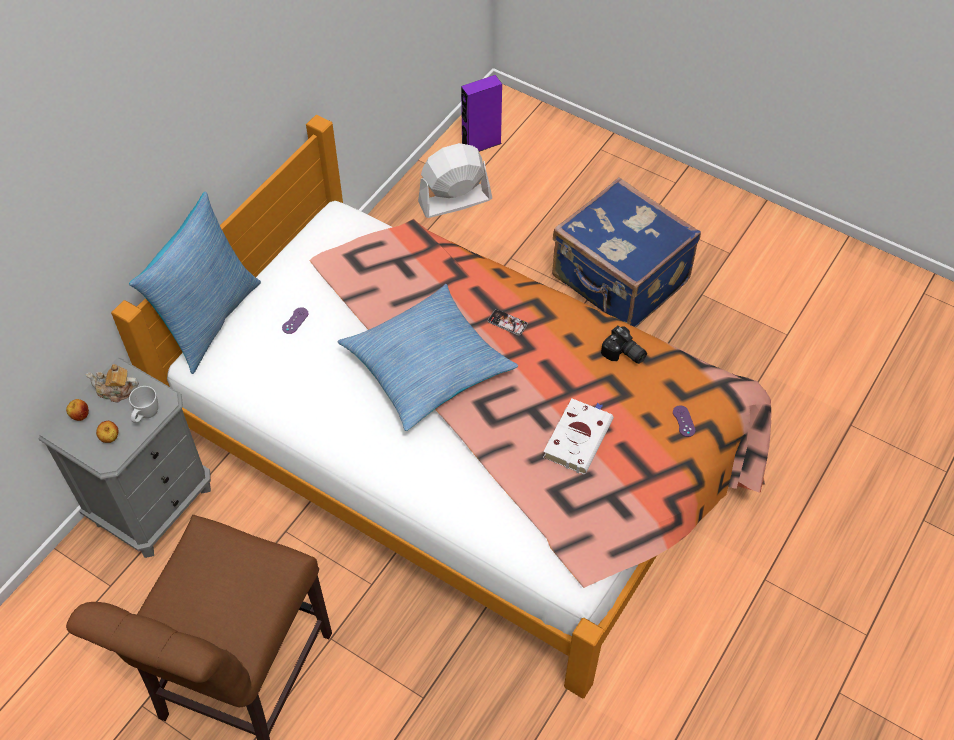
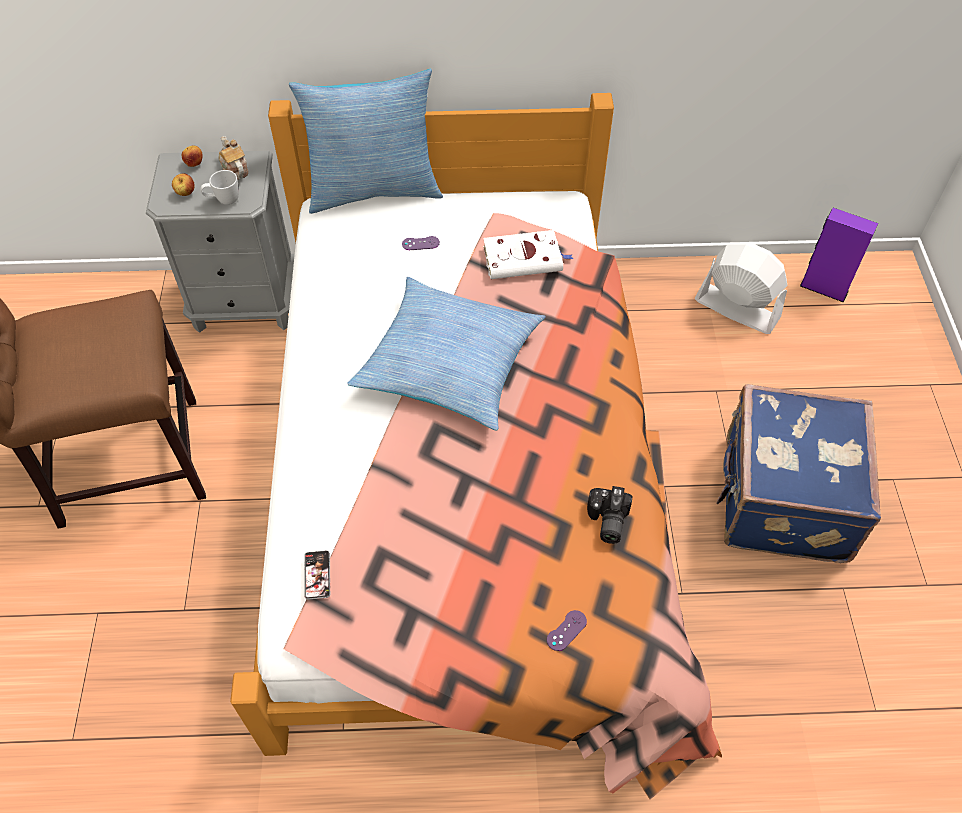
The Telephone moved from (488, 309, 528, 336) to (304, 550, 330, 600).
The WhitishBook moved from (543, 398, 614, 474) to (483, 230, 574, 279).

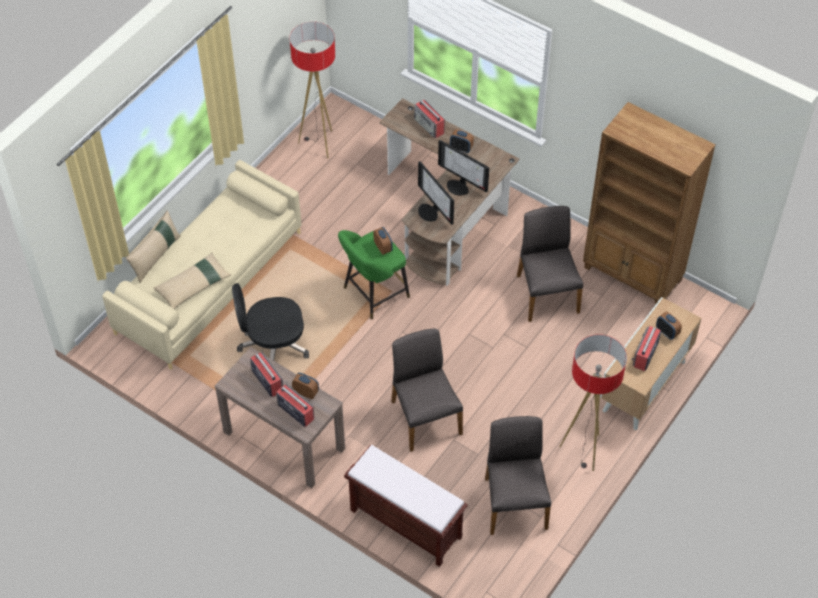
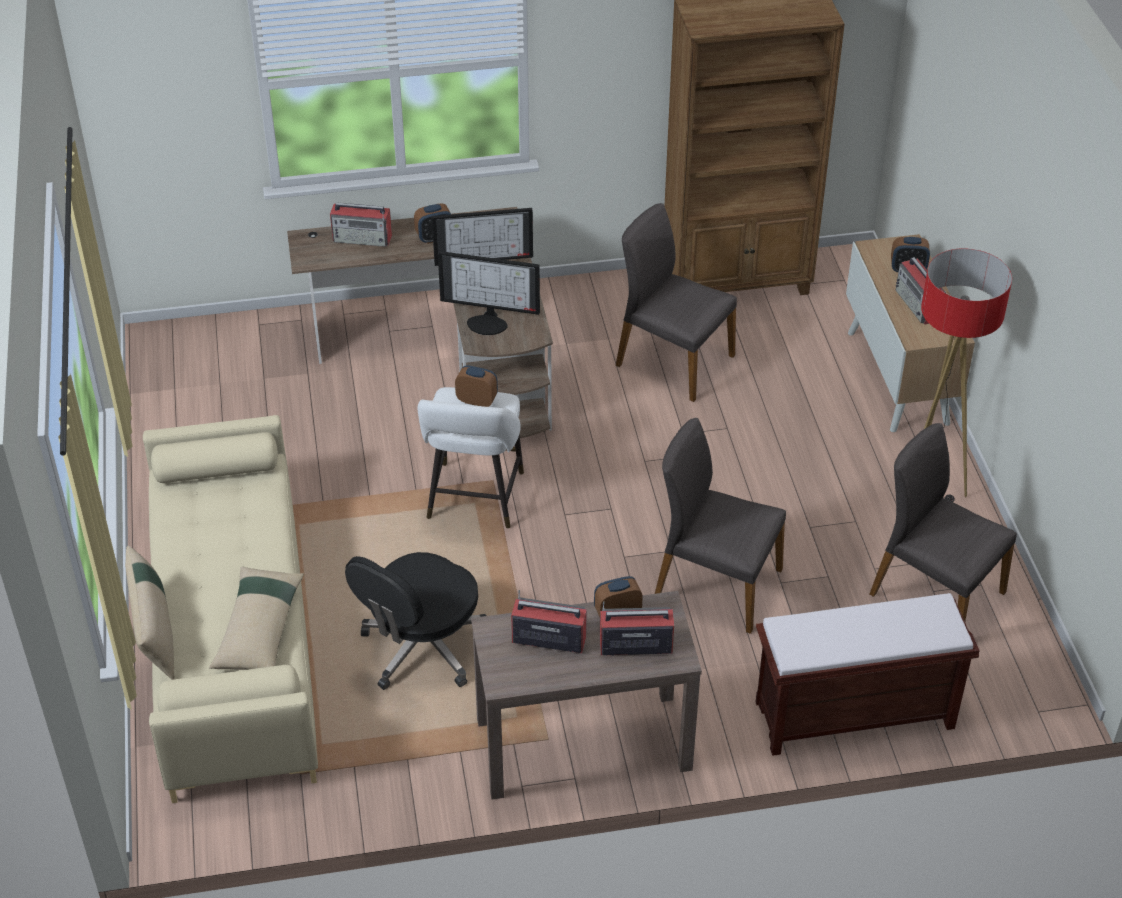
The GreenStool at (338, 230, 410, 320) became the WhitishStool at (418, 387, 524, 528).
The StandingLamp at (290, 22, 335, 159) disappeared.

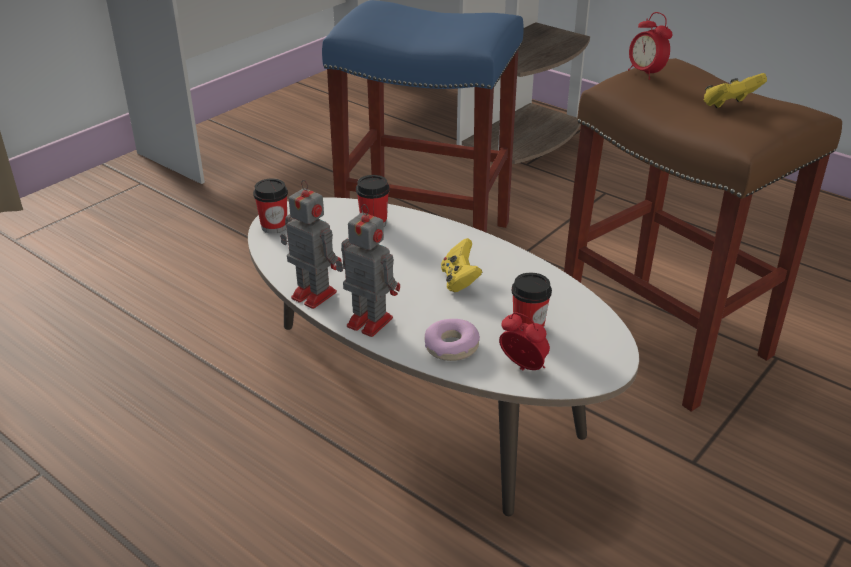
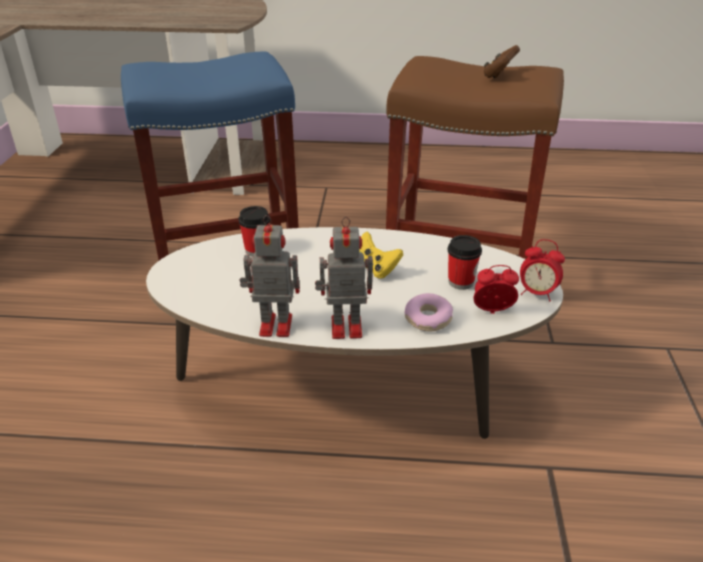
The YellowColouredJoypad at (704, 73, 767, 108) became the BrownishJoypad at (484, 45, 520, 79).
The AlarmClock moved from (628, 12, 673, 80) to (520, 239, 565, 301).
The DrinkingCup at (253, 178, 288, 234) disappeared.

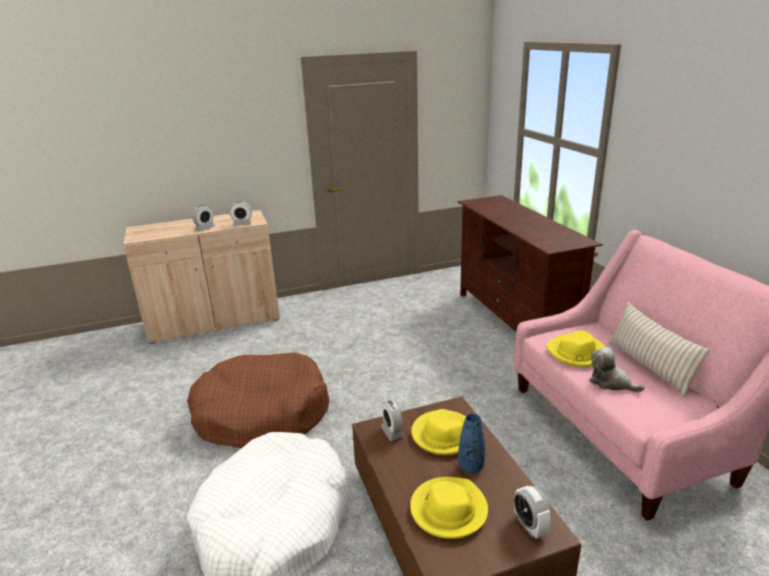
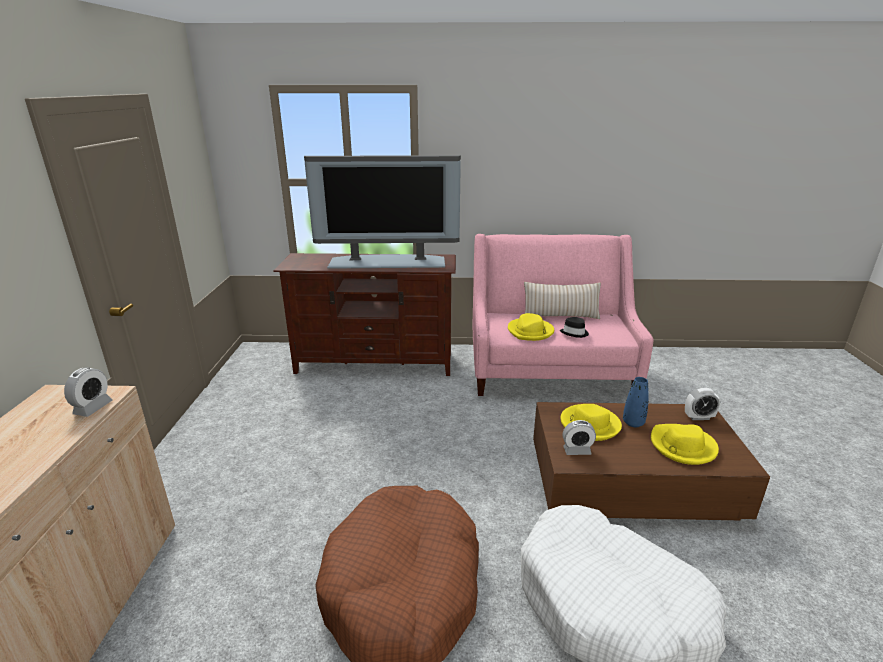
The Tv at (304, 155, 461, 269) appeared.
The PlushToy at (589, 347, 645, 392) was replaced by the BlackColouredHat at (560, 317, 589, 338).
The AlarmClock at (192, 205, 215, 231) disappeared.

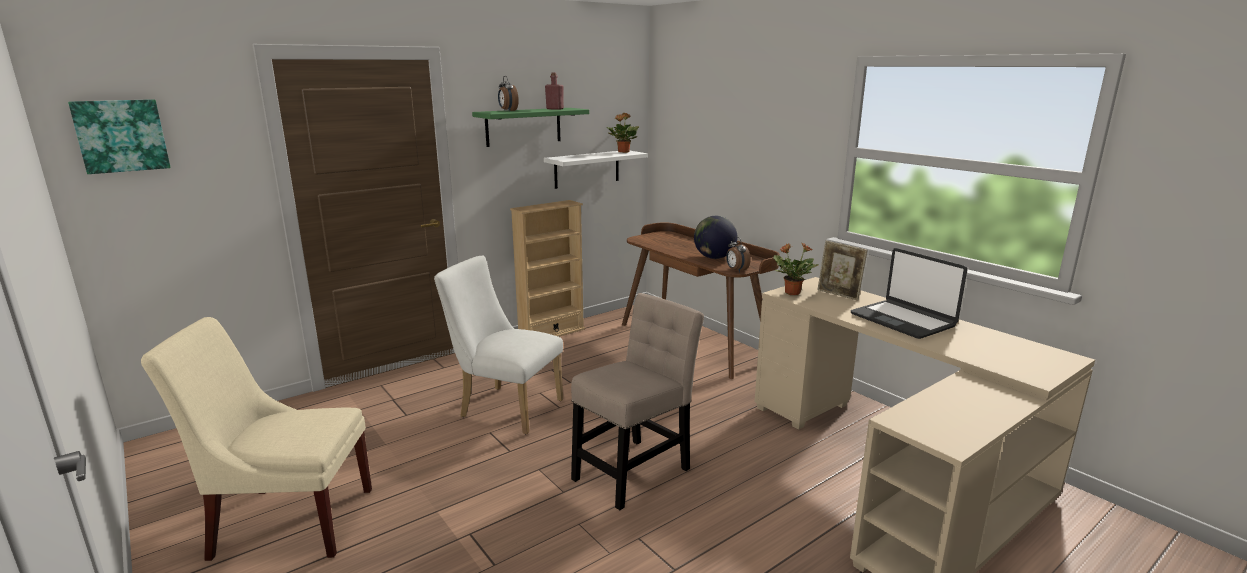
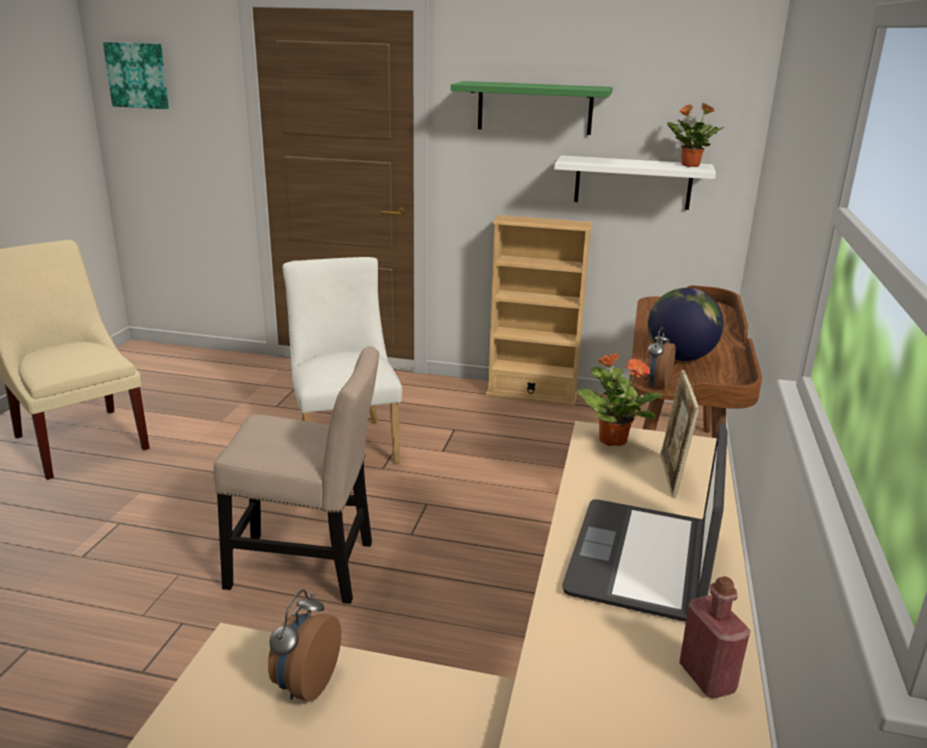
The AlarmClock moved from (498, 76, 519, 111) to (268, 589, 341, 702).
The RedBeverageBottle moved from (545, 72, 564, 110) to (679, 576, 751, 698).

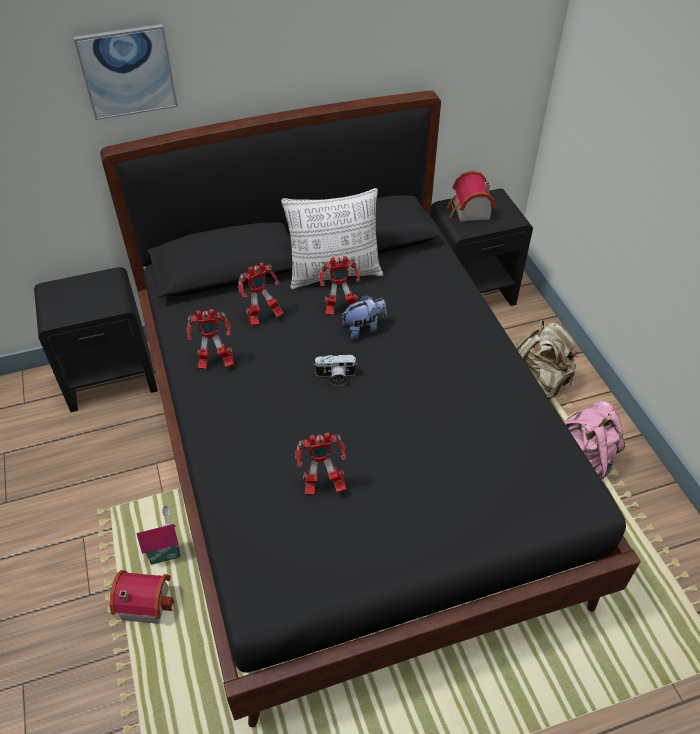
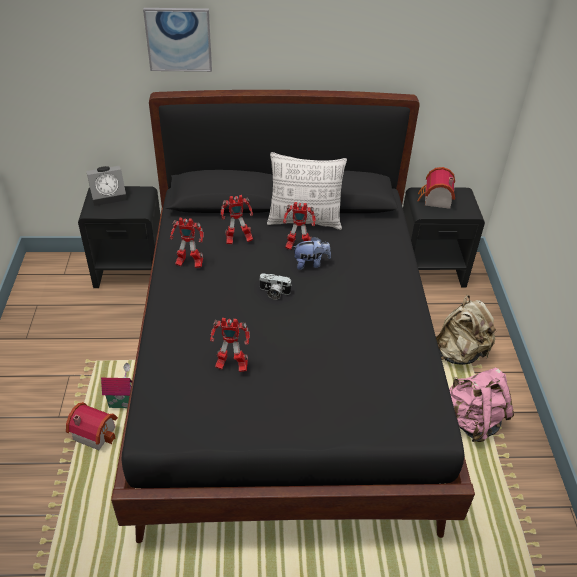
The AlarmClock at (86, 166, 127, 206) appeared.

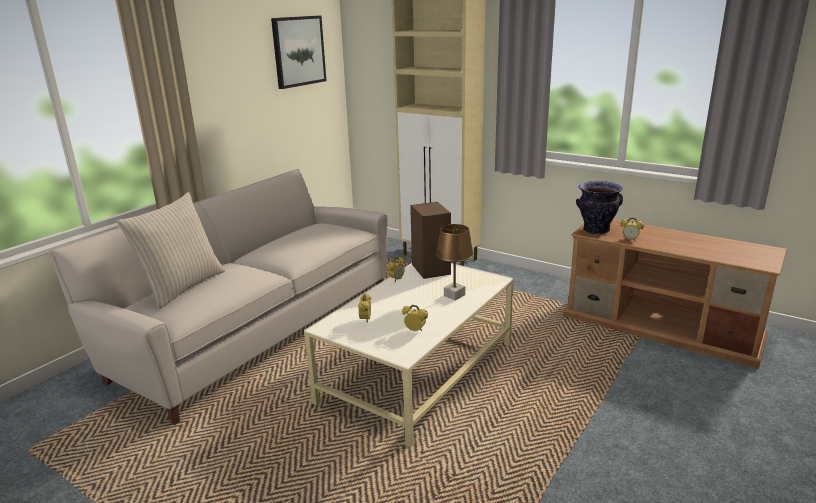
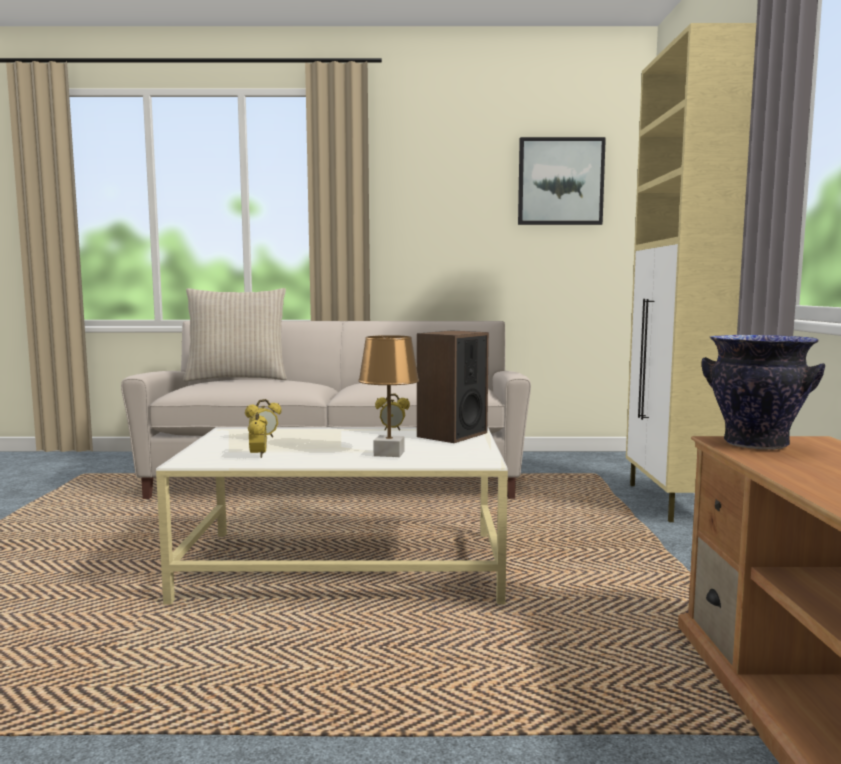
The AlarmClock at (620, 218, 644, 241) disappeared.

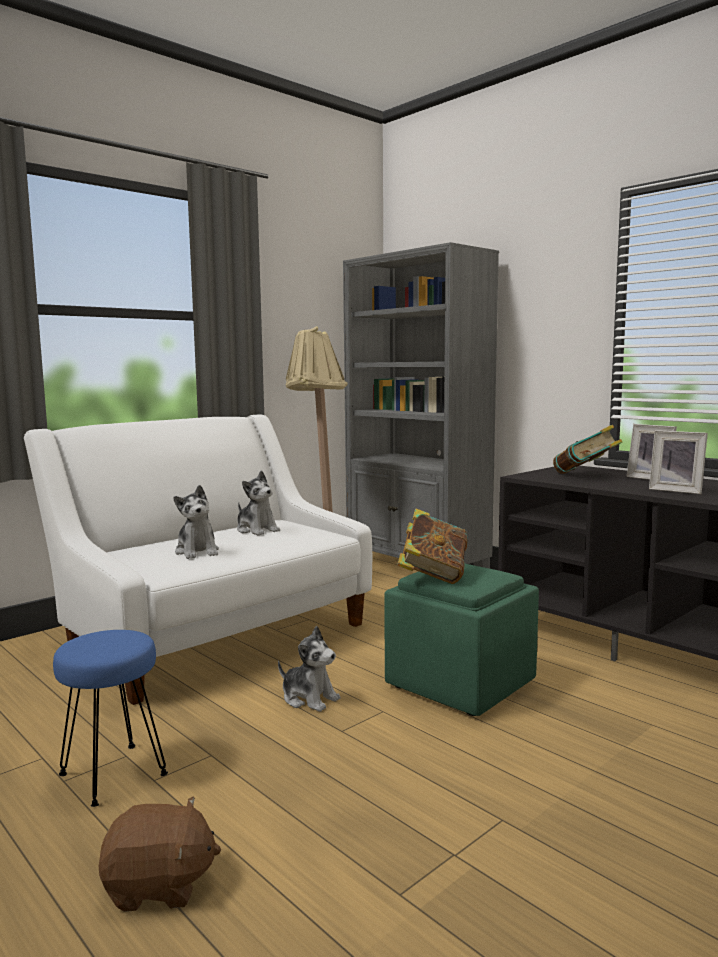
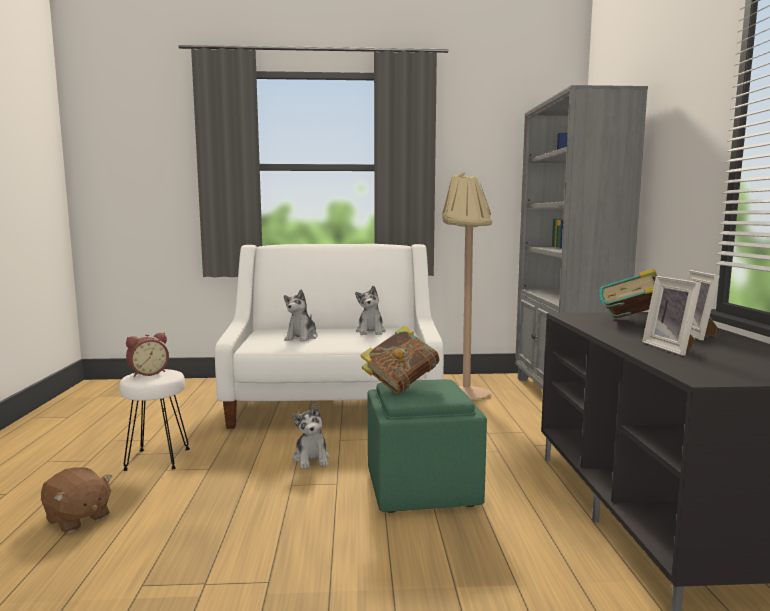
The BlueStool at (53, 630, 168, 807) became the WhitishStool at (119, 369, 190, 471).
The AlarmClock at (126, 333, 169, 377) appeared.

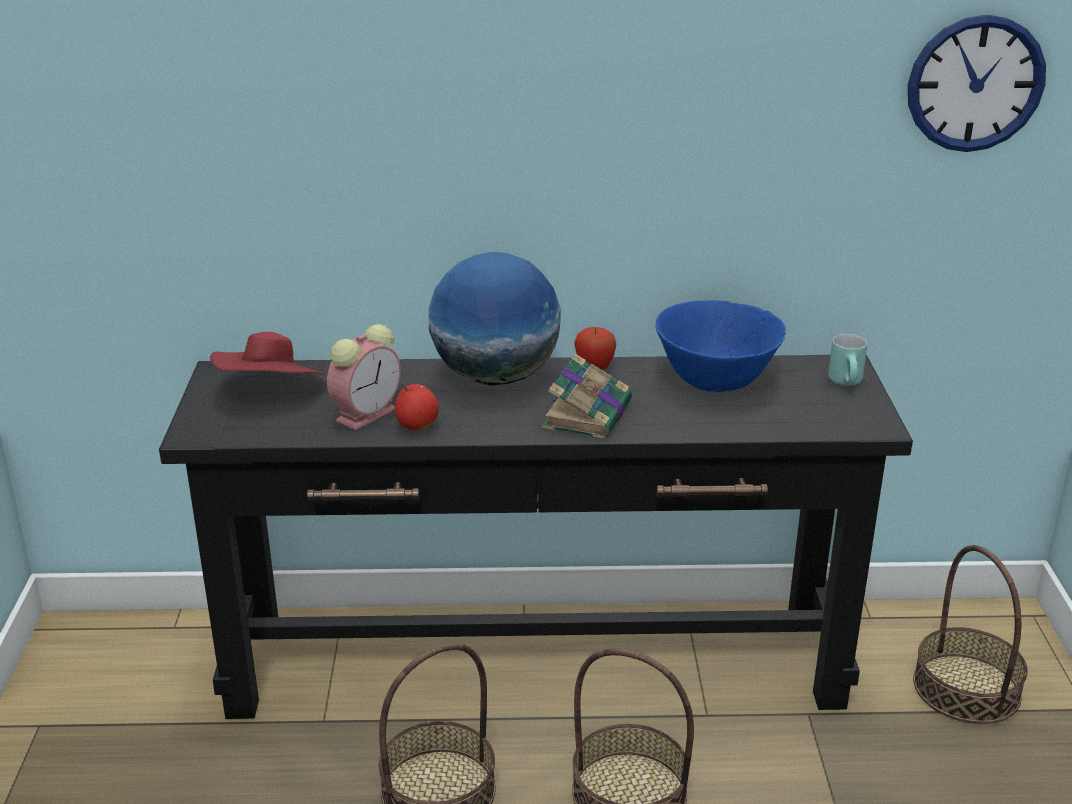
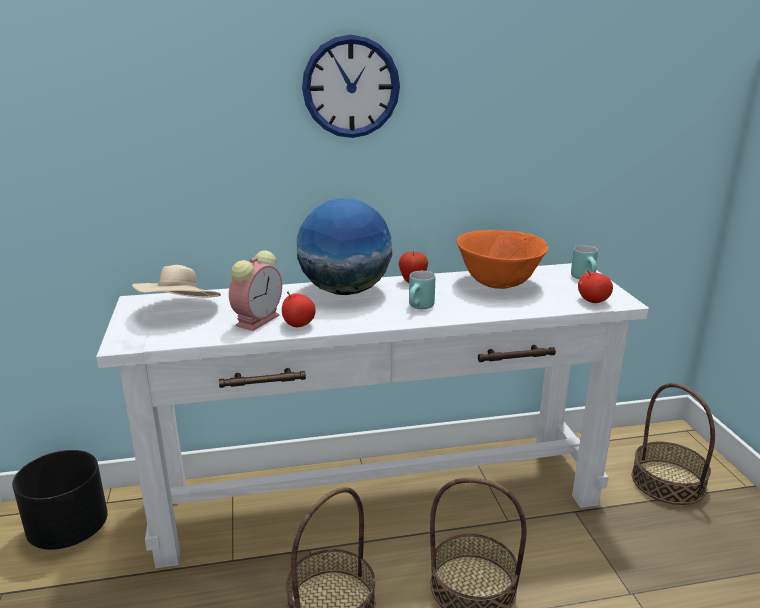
The BlackColouredPlantPot at (12, 450, 108, 550) appeared.
The BlackColouredNarrowTable at (159, 355, 913, 719) became the WhitishNarrowTable at (96, 263, 649, 568).
The RedHat at (210, 332, 325, 375) became the BeigeColouredHat at (132, 265, 221, 298).
The ClockOnTheWall moved from (908, 15, 1046, 152) to (302, 35, 400, 138).
The Book at (542, 354, 632, 439) was replaced by the TurquoiseCoffeeMug at (409, 271, 435, 309).
The BlueServingBowl at (655, 300, 786, 392) became the OrangeColouredServingBowl at (457, 230, 548, 289).
The Apple at (578, 270, 613, 303) appeared.

